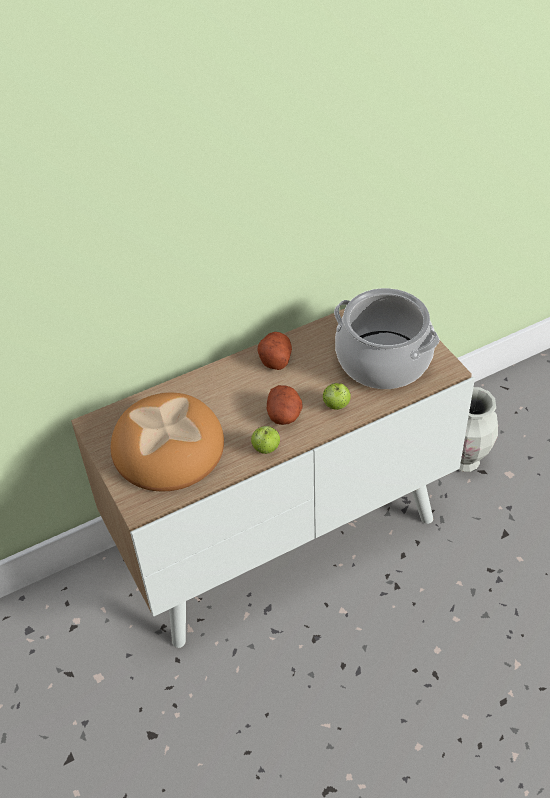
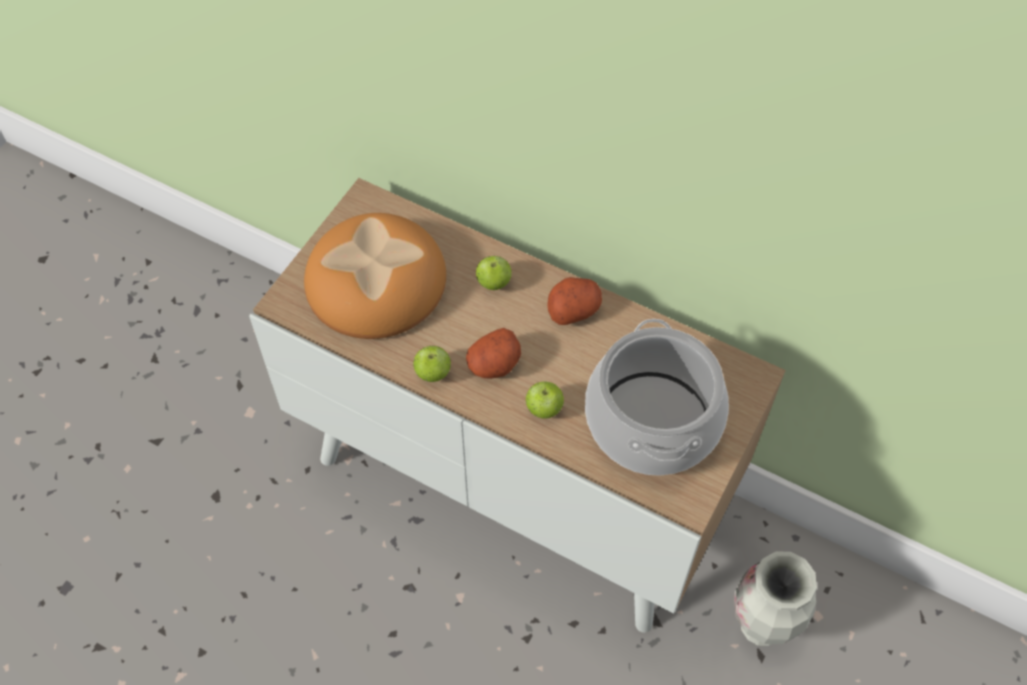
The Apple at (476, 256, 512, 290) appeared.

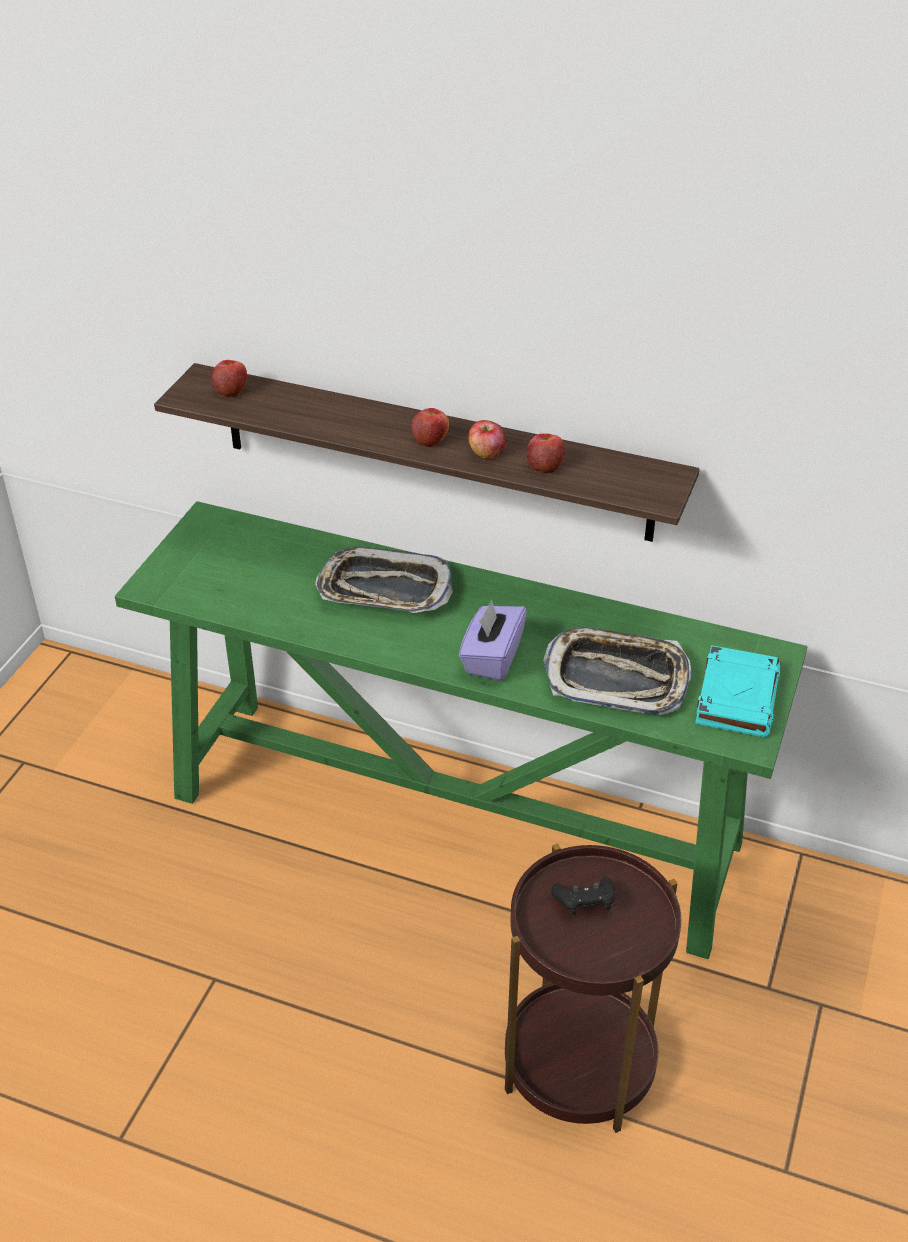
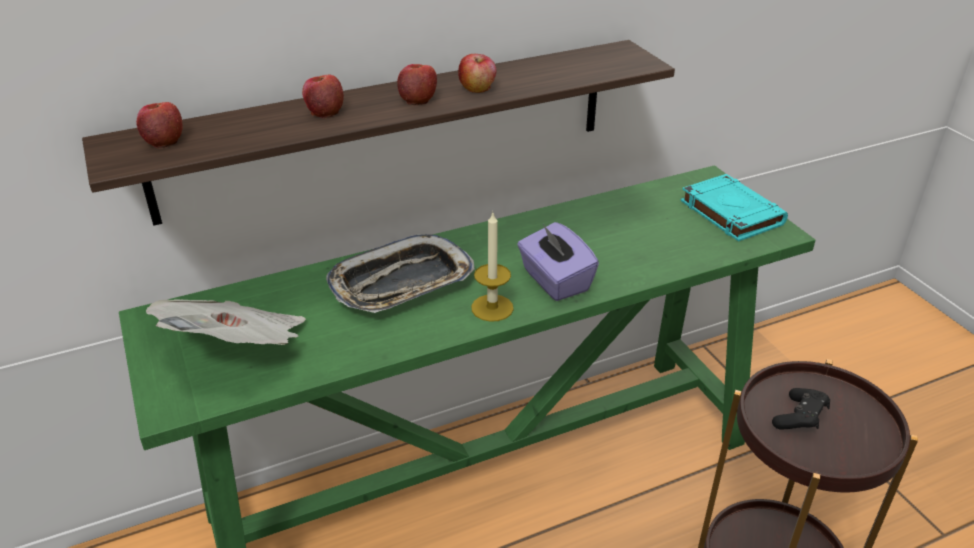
The PrintedPaper at (146, 299, 306, 345) appeared.
The Apple moved from (527, 433, 565, 474) to (302, 75, 344, 119).
The WaxLight at (471, 213, 514, 322) appeared.
The Tray at (543, 627, 691, 715) disappeared.

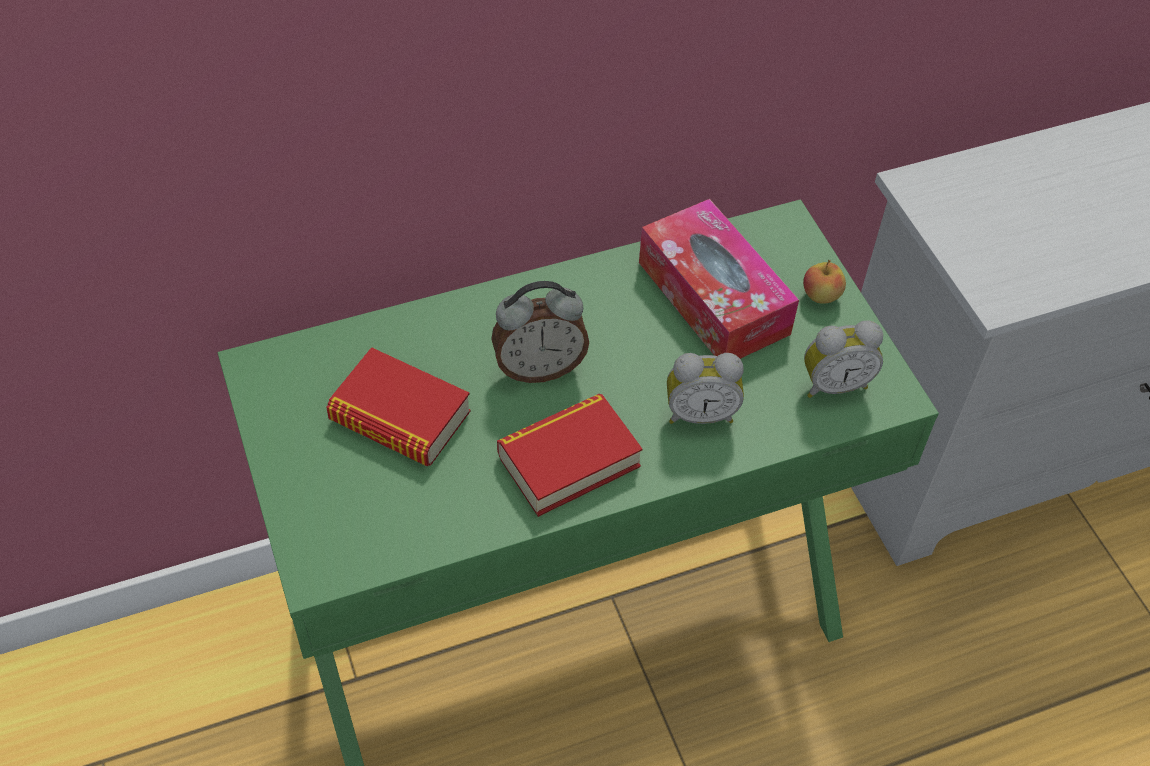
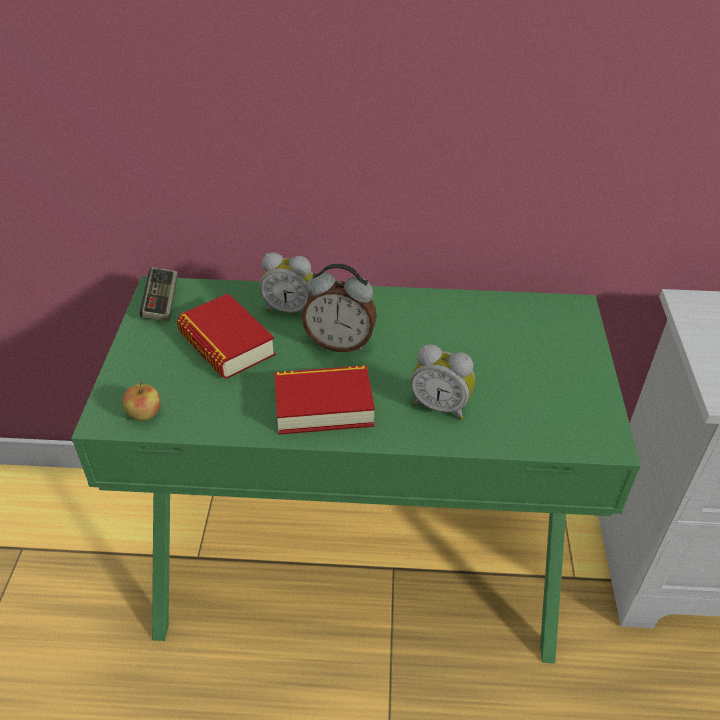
The Apple moved from (803, 259, 846, 304) to (122, 381, 161, 421).
The Joypad at (140, 267, 178, 322) appeared.
The AlarmClock moved from (804, 321, 883, 398) to (259, 252, 313, 313).
The TissueBox at (639, 199, 799, 359) disappeared.

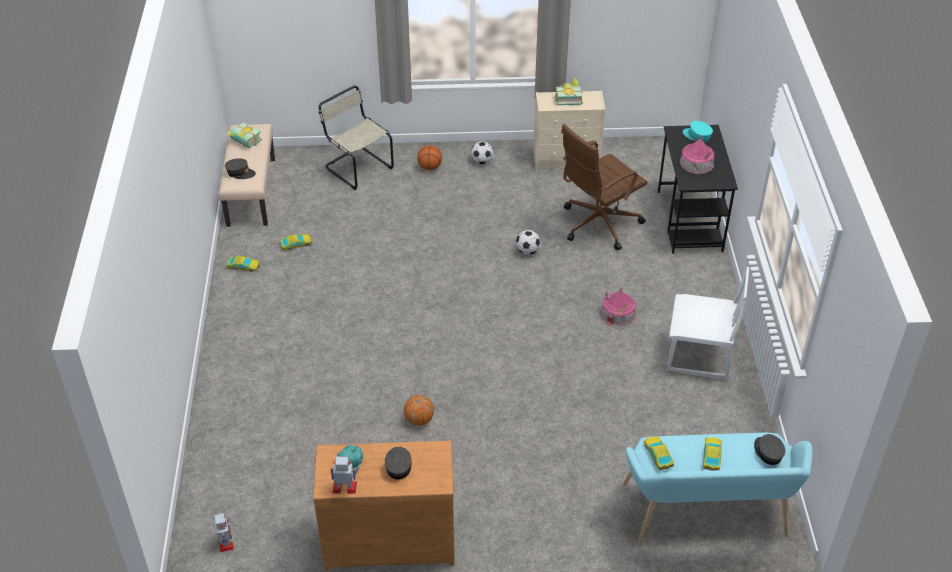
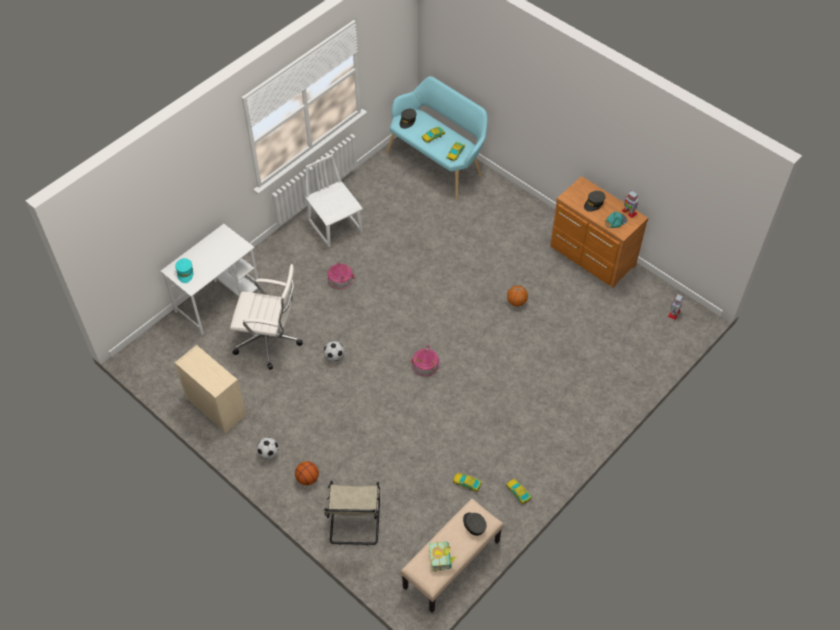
The BlackColouredDeskTable at (658, 125, 738, 254) became the WhitishDeskTable at (160, 224, 260, 335).
The BrownishDeskChair at (561, 124, 647, 250) became the WhitishDeskChair at (230, 264, 303, 370).
The ToyHouse moved from (679, 135, 715, 174) to (410, 345, 440, 376).
The Book at (555, 78, 583, 105) disappeared.

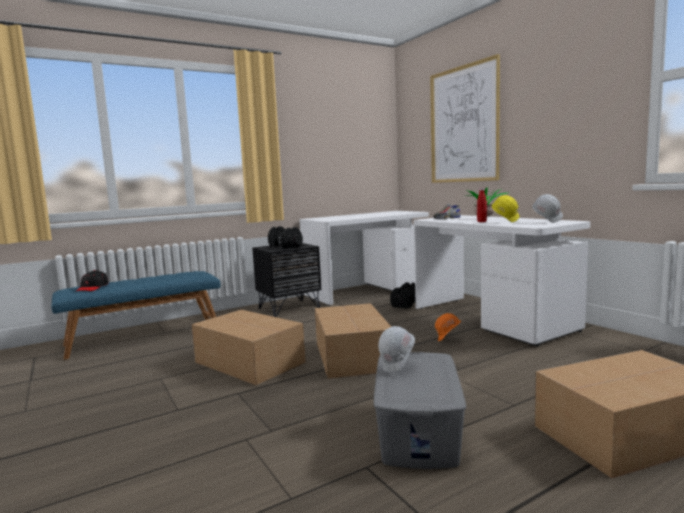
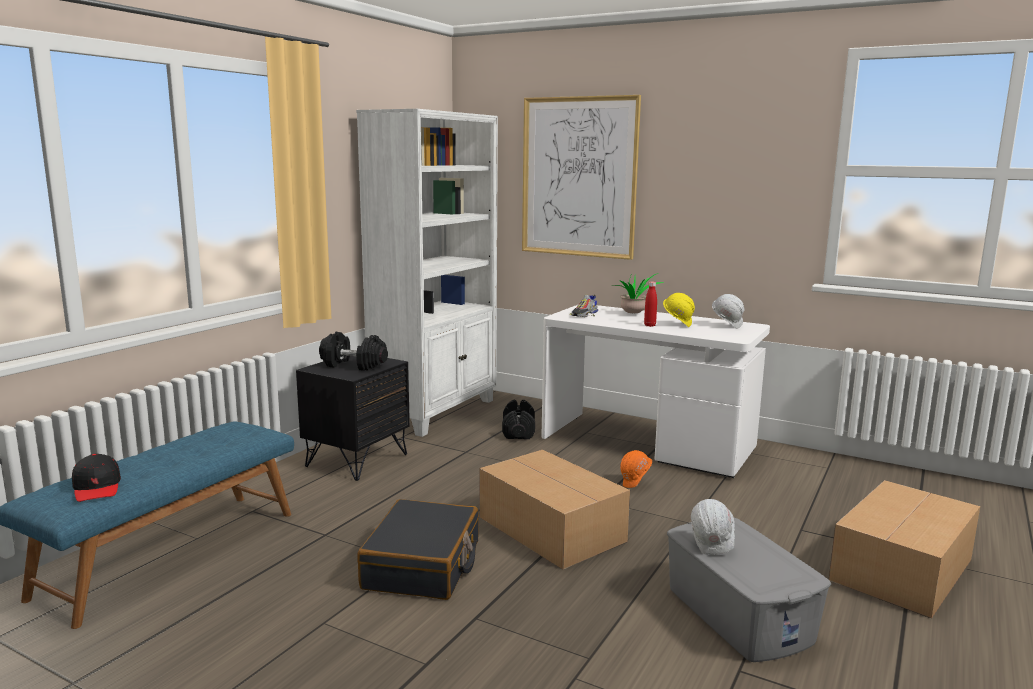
The WhitishDeskTable at (299, 211, 429, 305) was replaced by the WhitishBookcase at (356, 109, 498, 437).
The PackingBox at (192, 310, 306, 385) was replaced by the BlackColouredSuitcase at (357, 499, 479, 600).

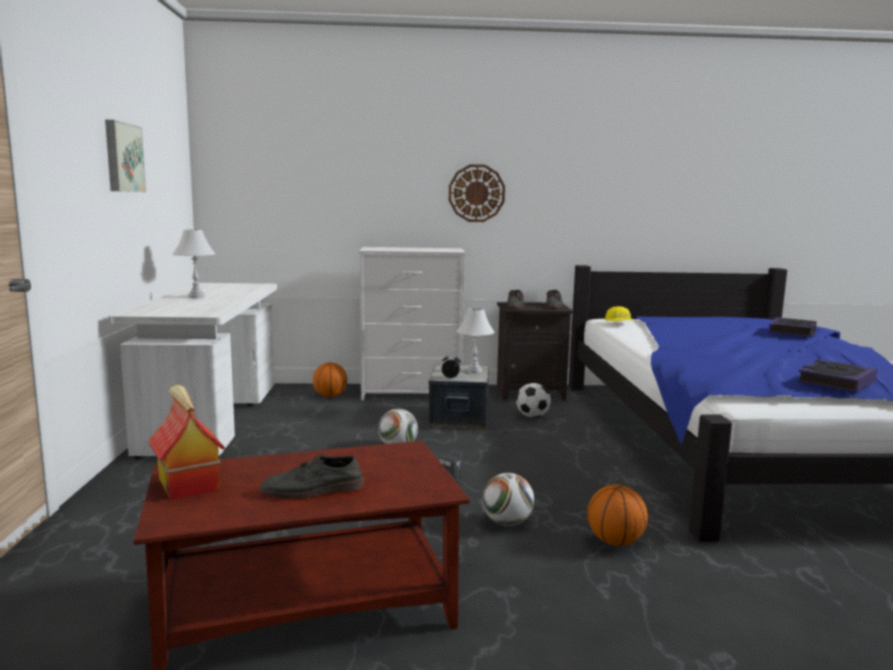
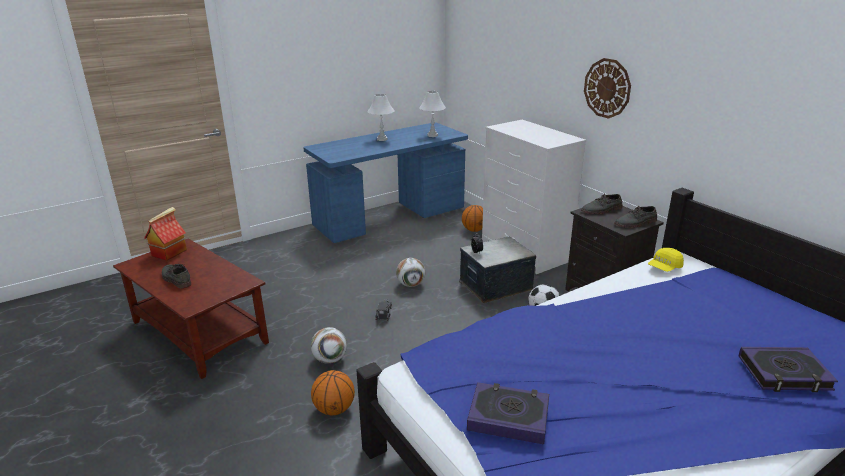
The WhitishDeskTable at (111, 283, 277, 459) became the BlueDeskTable at (303, 122, 468, 243).
The WhitishLampForATable moved from (456, 308, 495, 373) to (419, 91, 446, 137).
The Picture at (105, 120, 146, 192) disappeared.

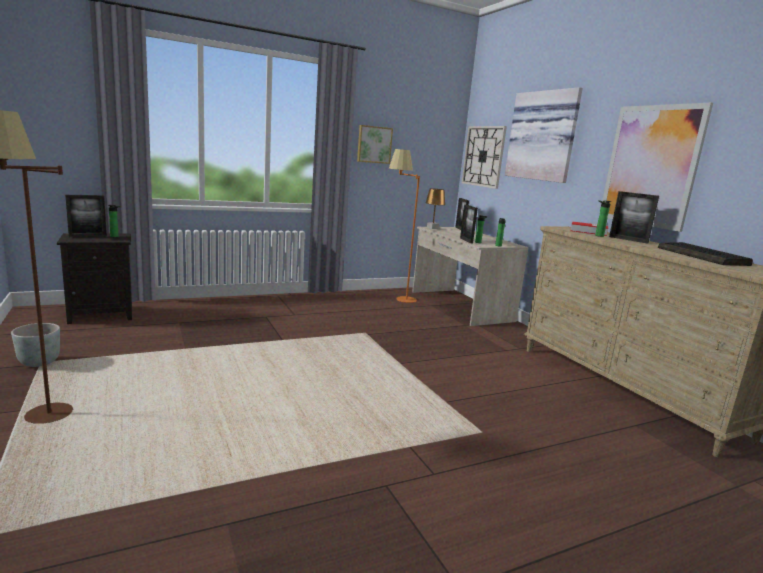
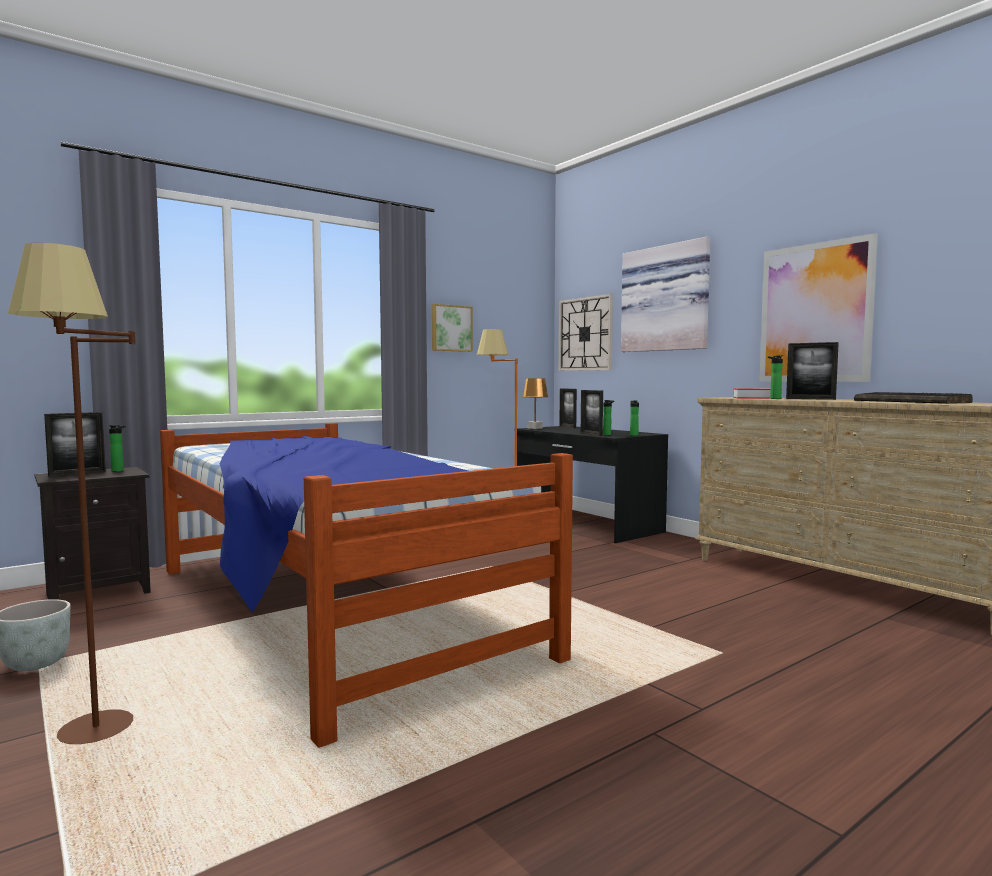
The Bed at (160, 423, 573, 748) appeared.
The BeigeColouredDeskTable at (412, 227, 529, 326) became the BlackColouredDeskTable at (517, 426, 668, 543).

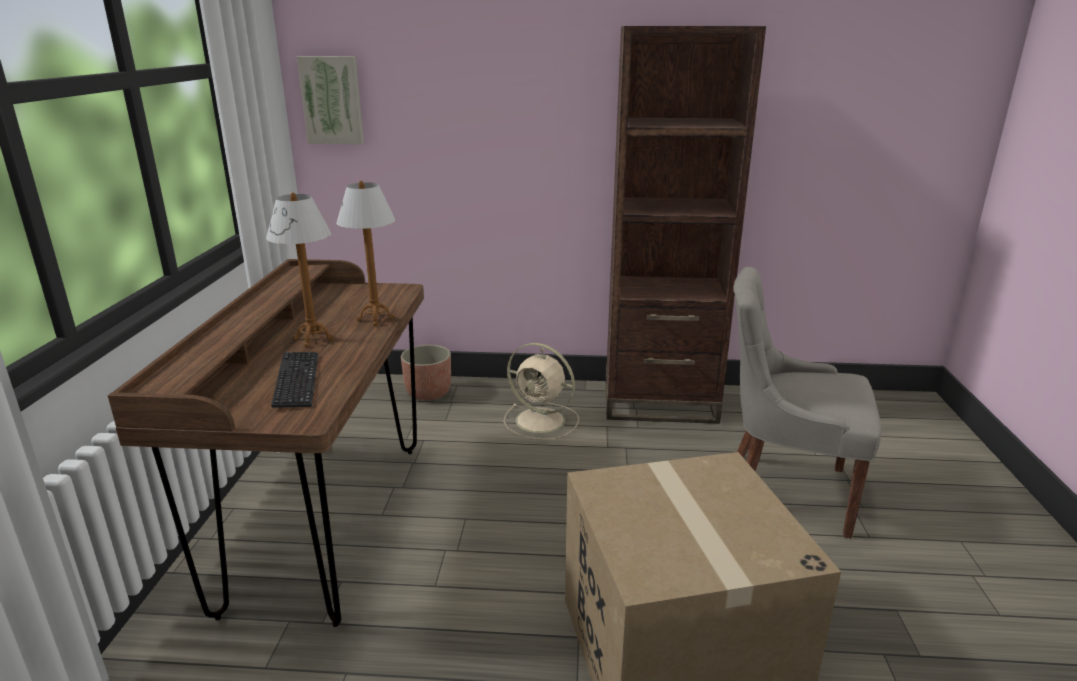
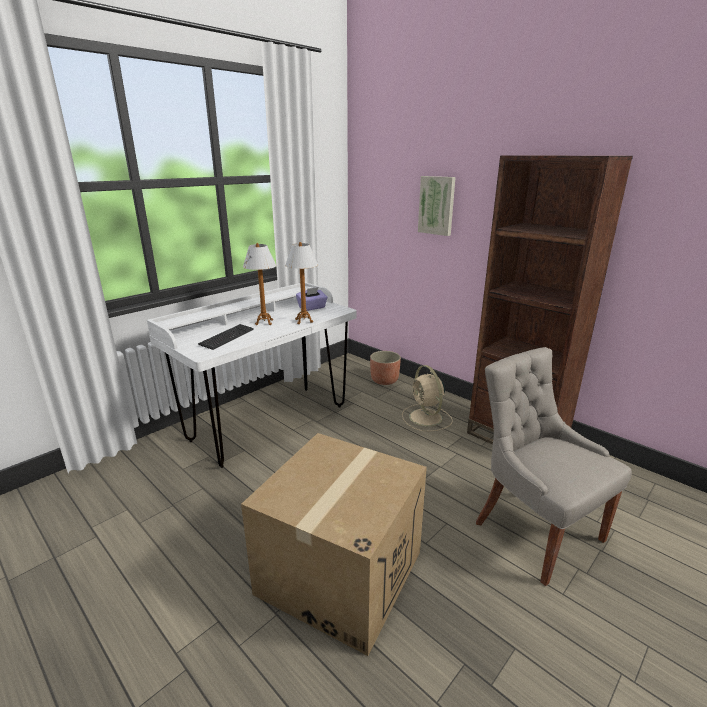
The BrownishDeskTable at (108, 259, 424, 627) became the WhitishDeskTable at (147, 282, 357, 468).
The PurpleTissueBox at (296, 287, 328, 311) appeared.
The Picture moved from (297, 56, 364, 144) to (418, 176, 456, 236).

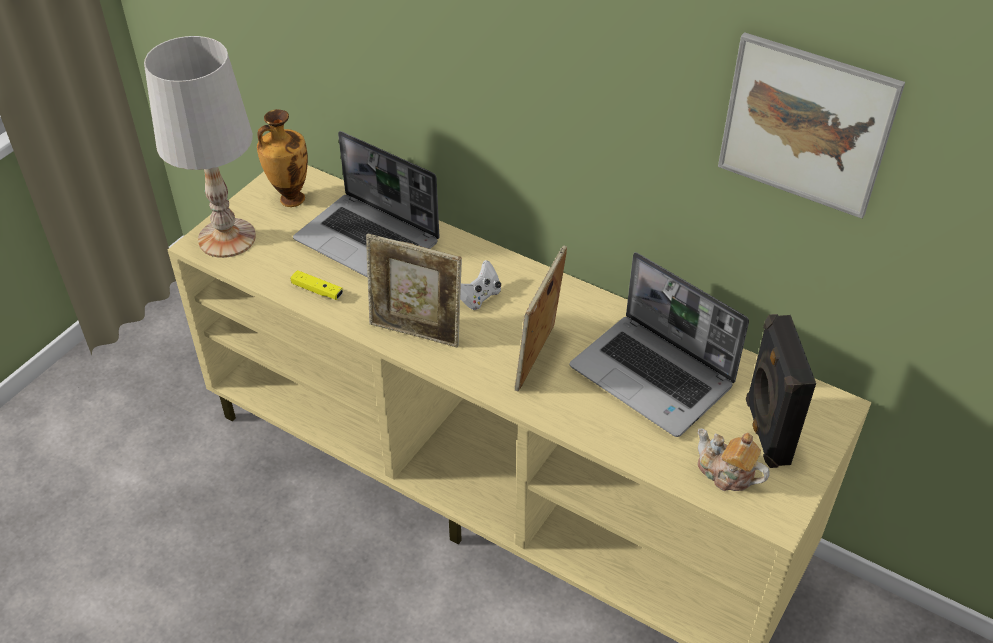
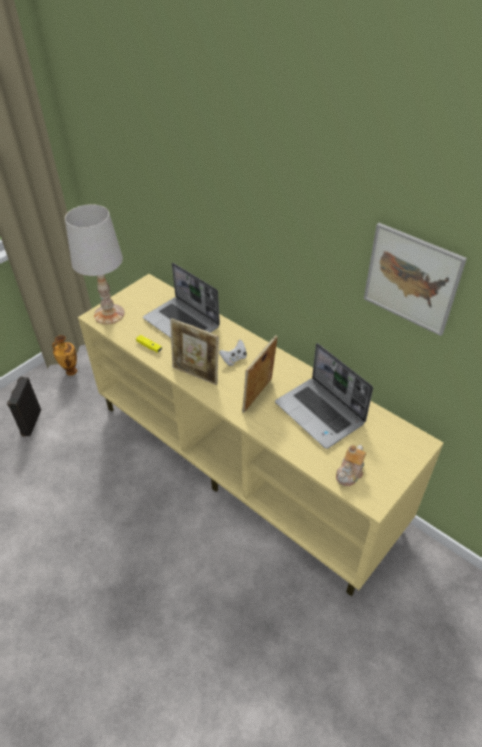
The BlackColouredSpeaker moved from (746, 314, 816, 468) to (7, 377, 41, 437).
The DecorativeVase moved from (257, 109, 308, 207) to (52, 335, 77, 376).
The TeaPot at (697, 428, 770, 491) turned 105 degrees counterclockwise.

